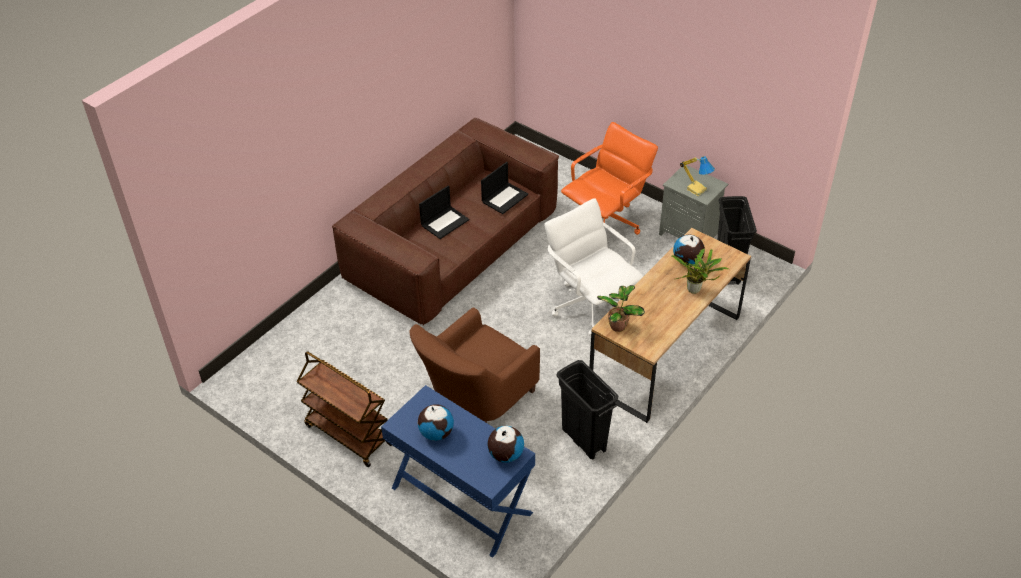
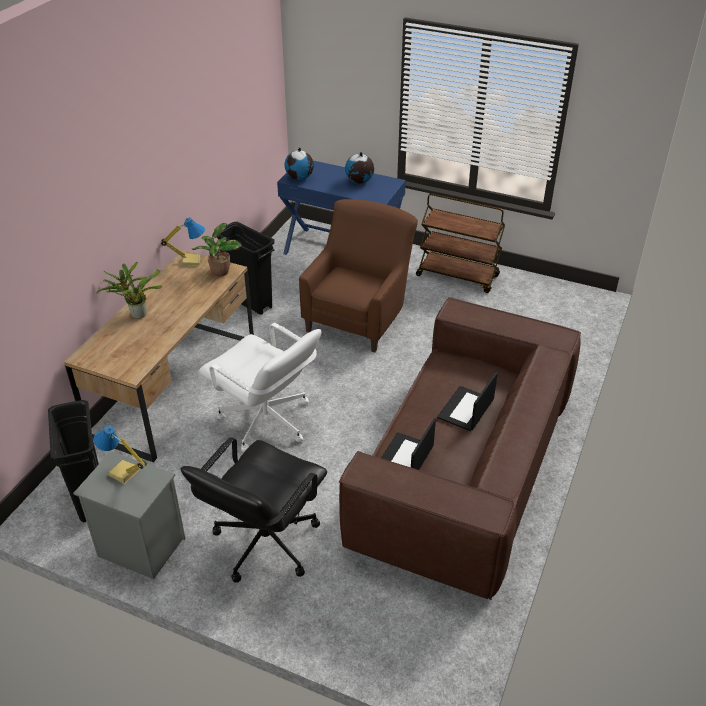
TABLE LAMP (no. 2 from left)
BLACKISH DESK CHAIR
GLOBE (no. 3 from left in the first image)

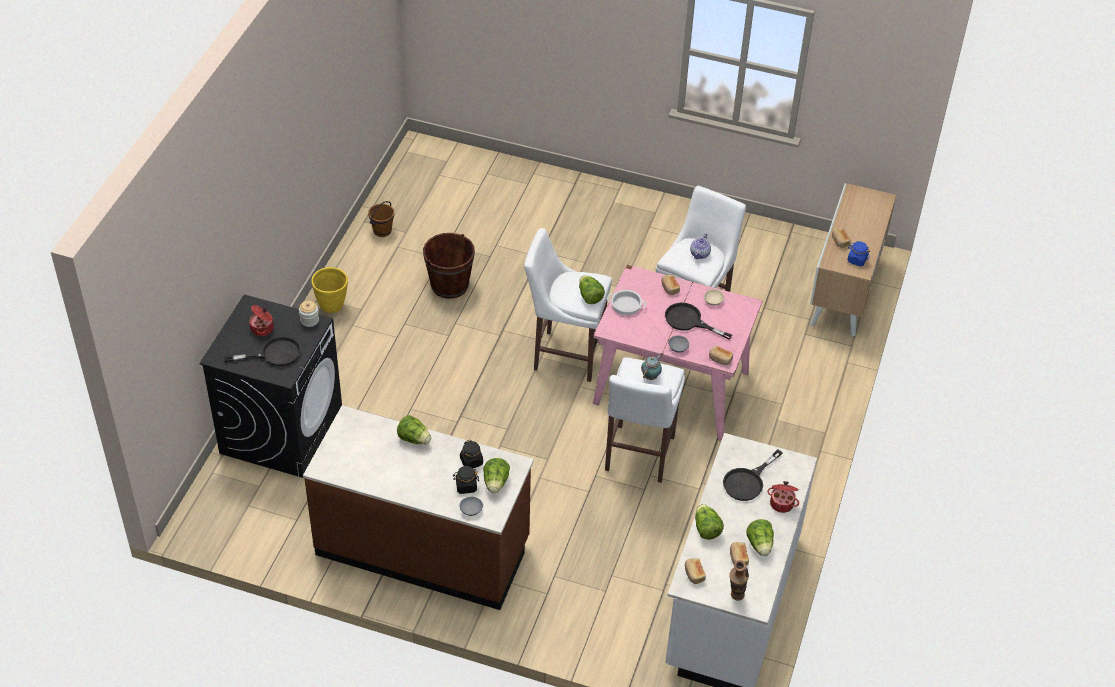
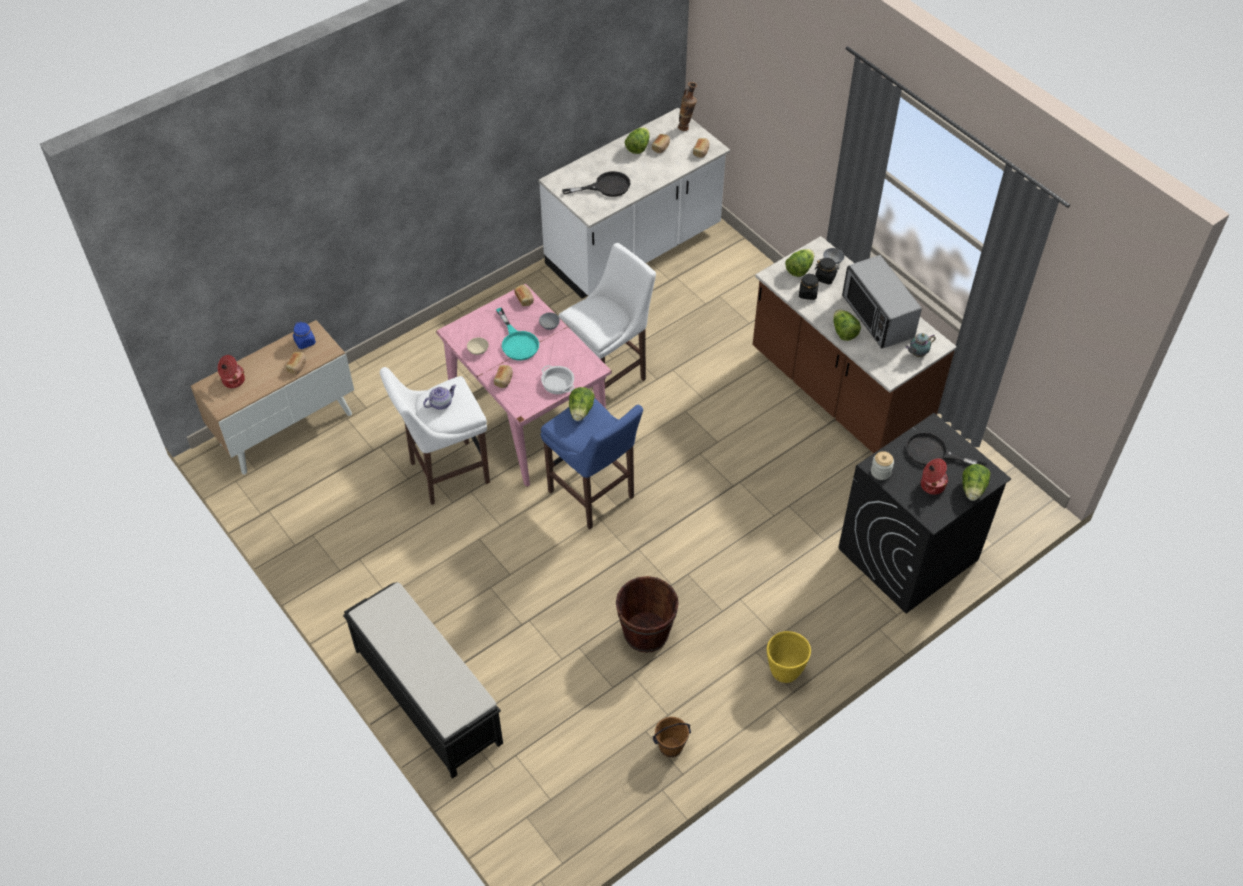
STOCKPOT (no. 1 from left)
BLACKISH BENCH
BLUE-GREEN FRYING PAN
BLUISH STOOL
MICROWAVE OVEN
TEAPOT (no. 2 from left)
LETTUCE (no. 5 from left)

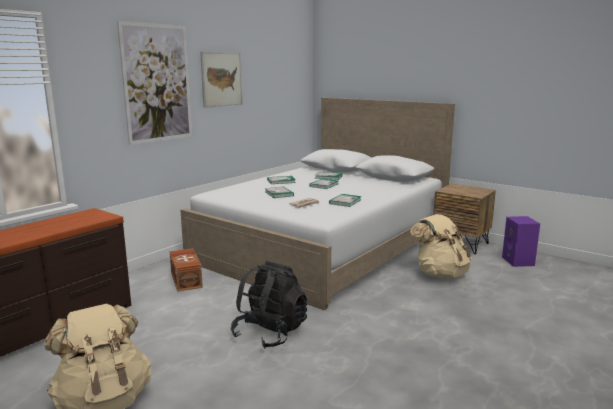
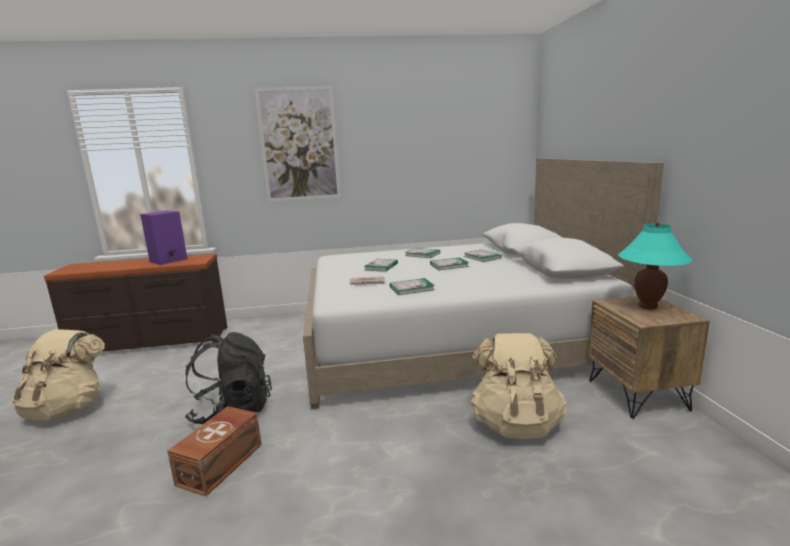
PURPLISH LOUDSPEAKER
BROWN-COLOURED STORAGE CONTAINER
BLUE-GREEN TABLE LAMP
WALL ART (no. 2 from left in the first image)

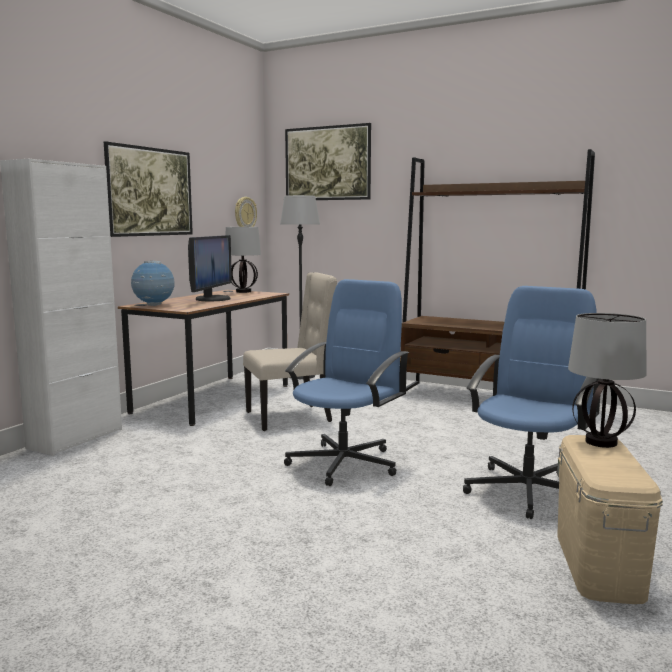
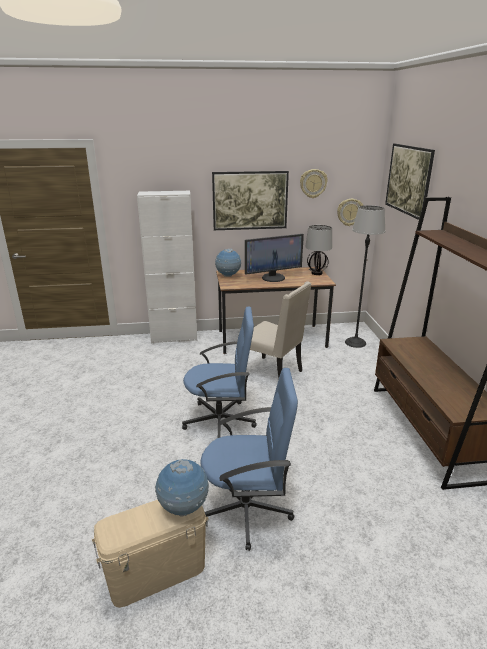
GLOBE (no. 1 from left)
WALL CLOCK (no. 1 from left)

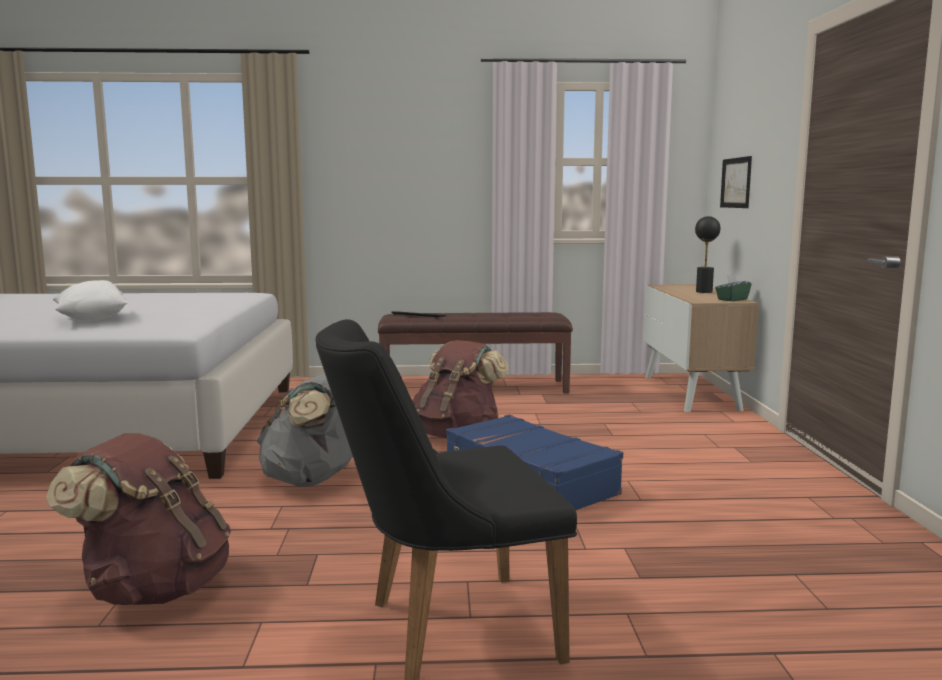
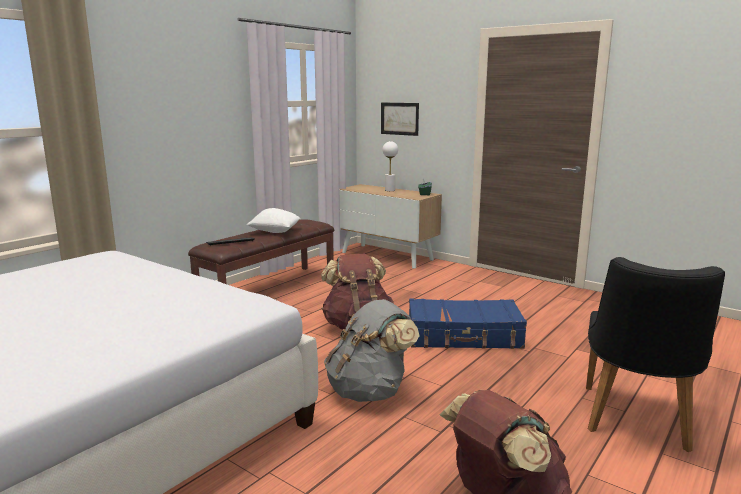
WHITISH CUSHION
WHITISH TABLE LAMP

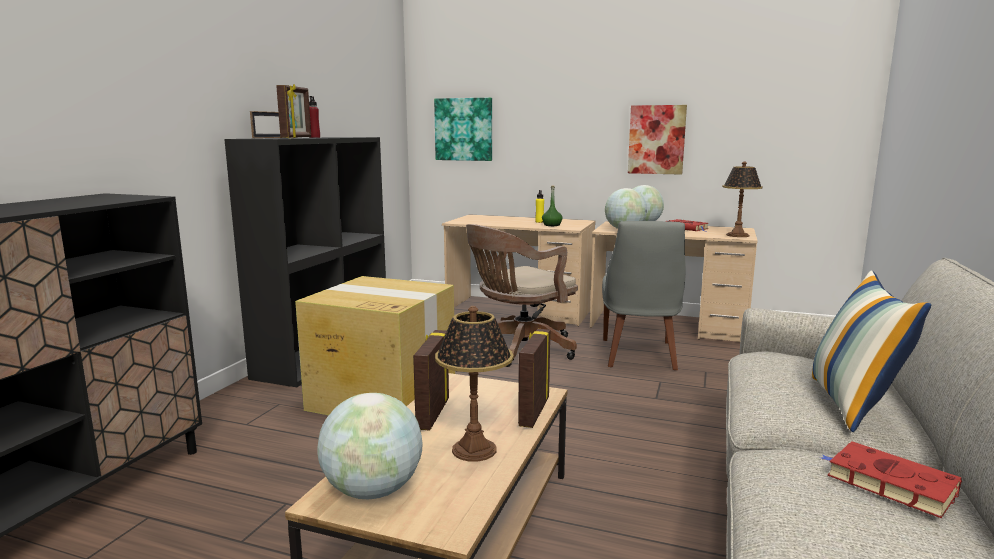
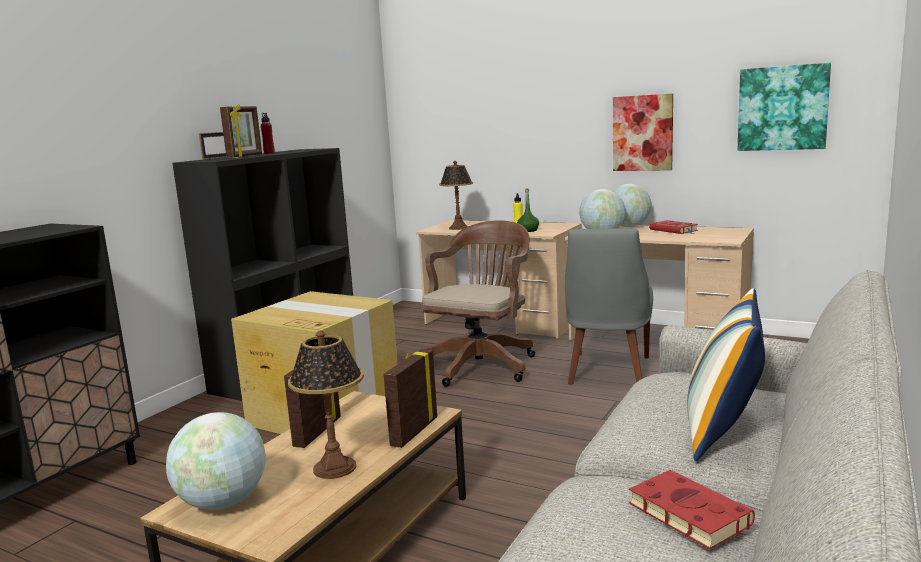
BROWN-COLOURED DESK CHAIR
TABLE LAMP (no. 2 from left)
WALL ART (no. 2 from left)

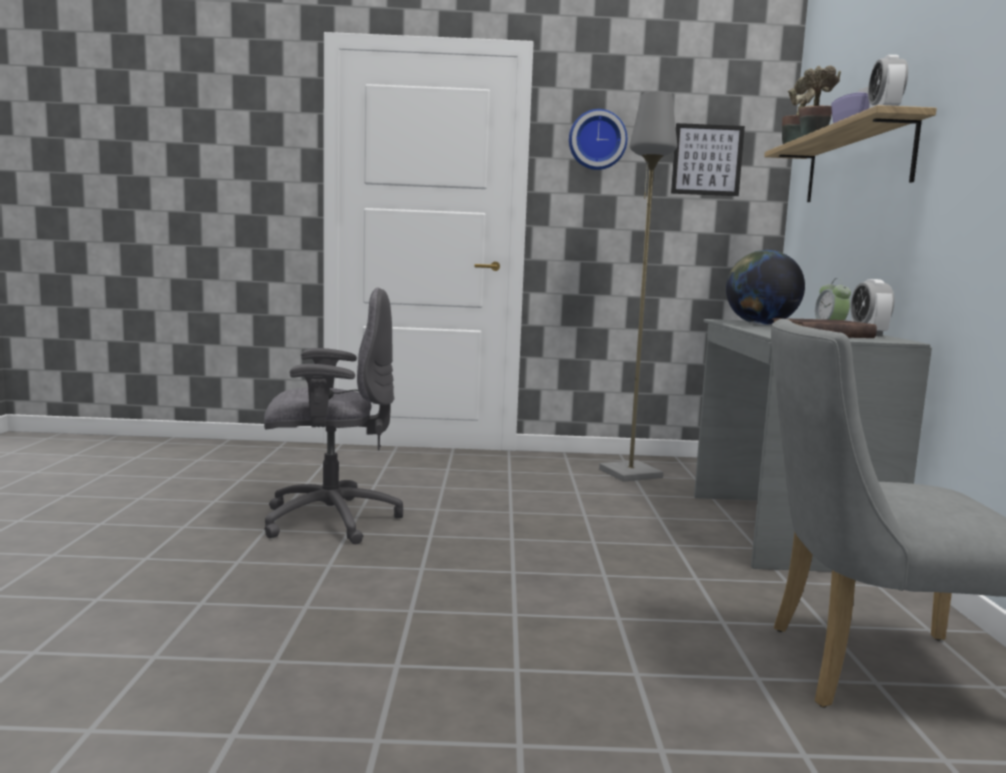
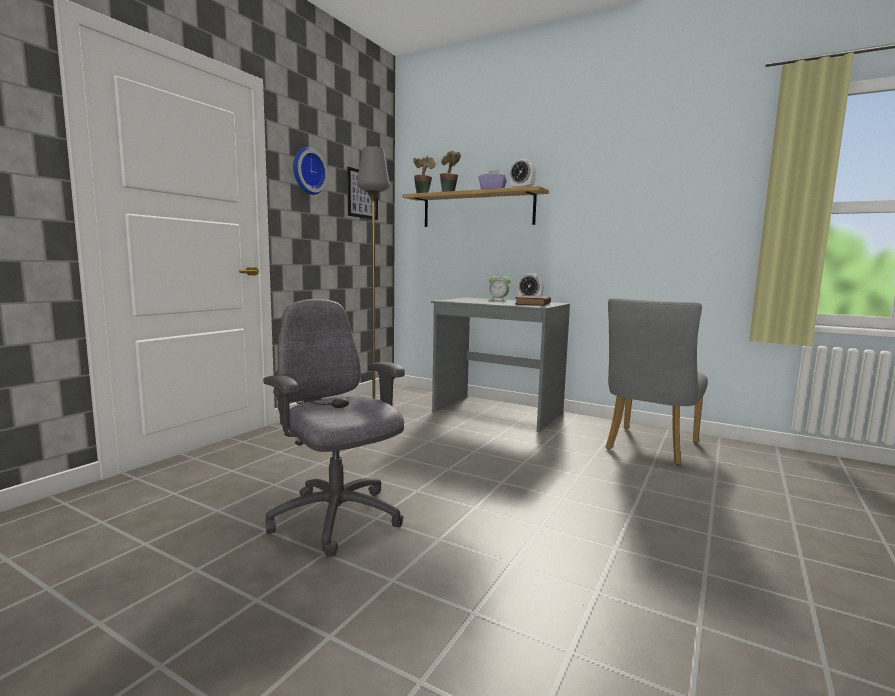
GREYISH DESK CHAIR
GLOBE

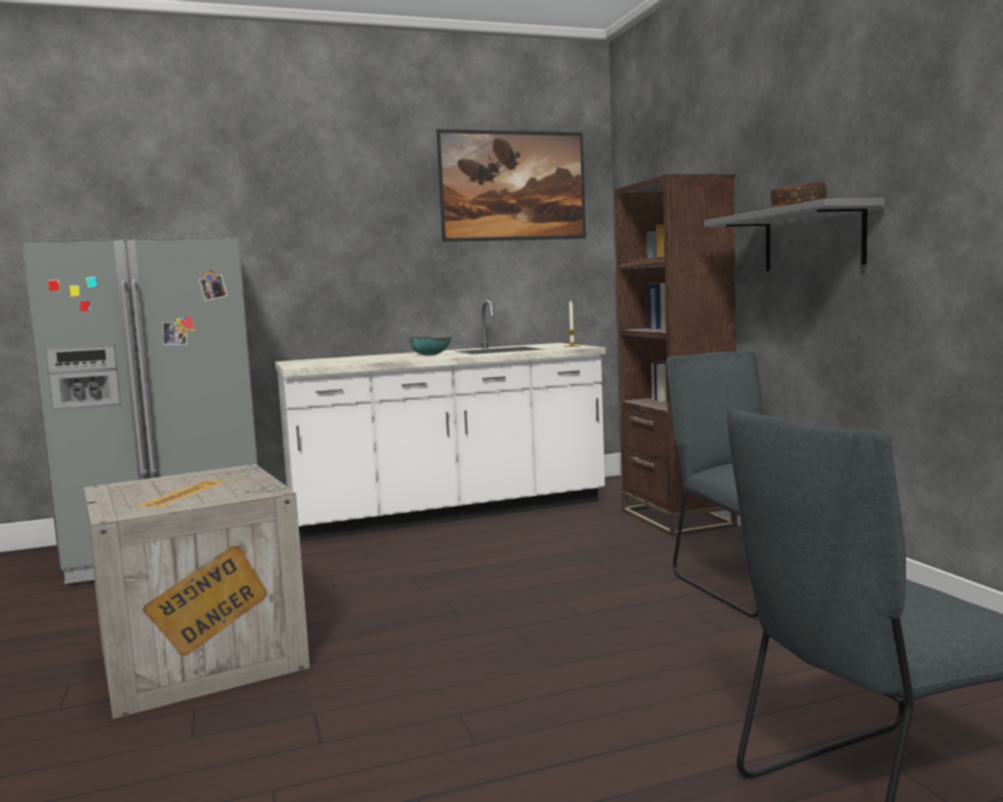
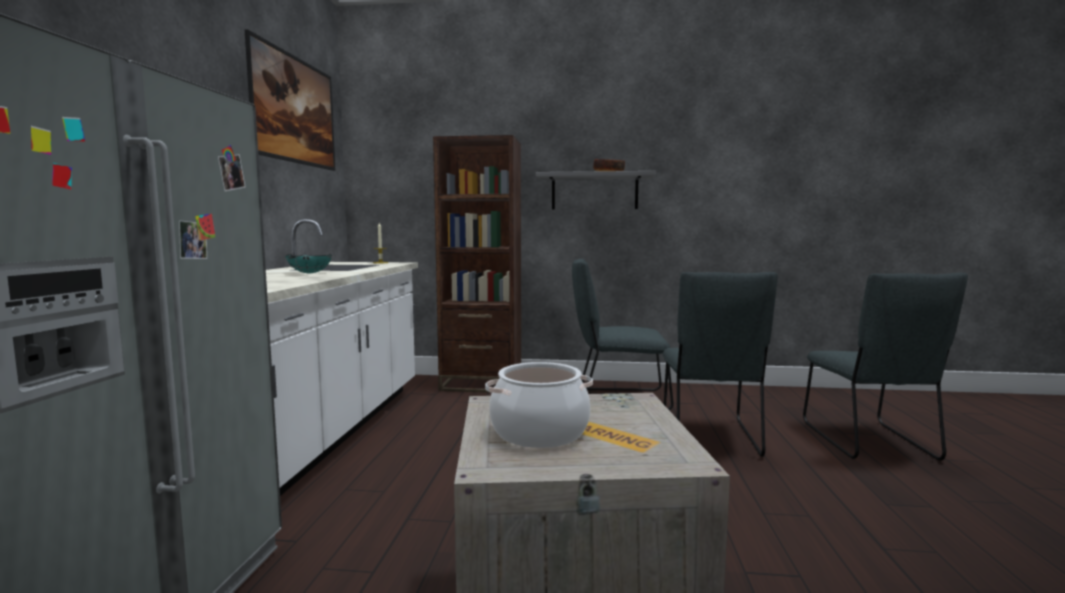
STOCKPOT
GREYISH PLAIN CHAIR (no. 2 from left)

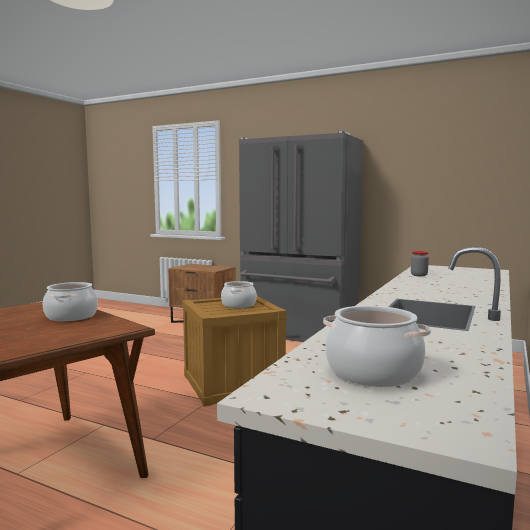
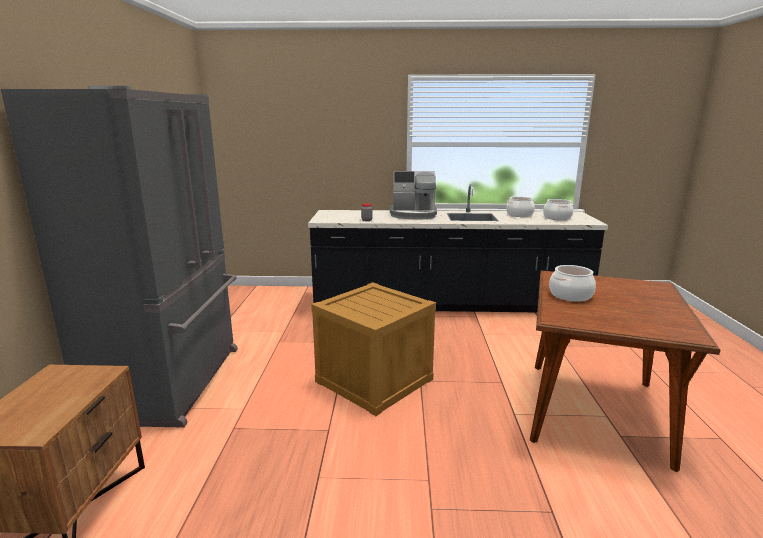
COFFEE BREWER
STOCKPOT (no. 1 from left)

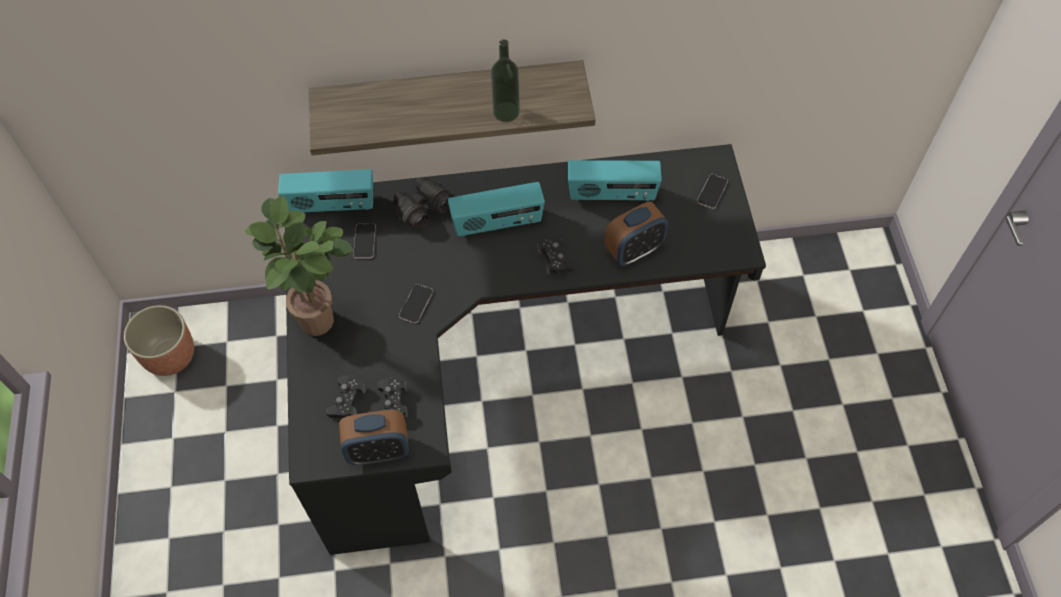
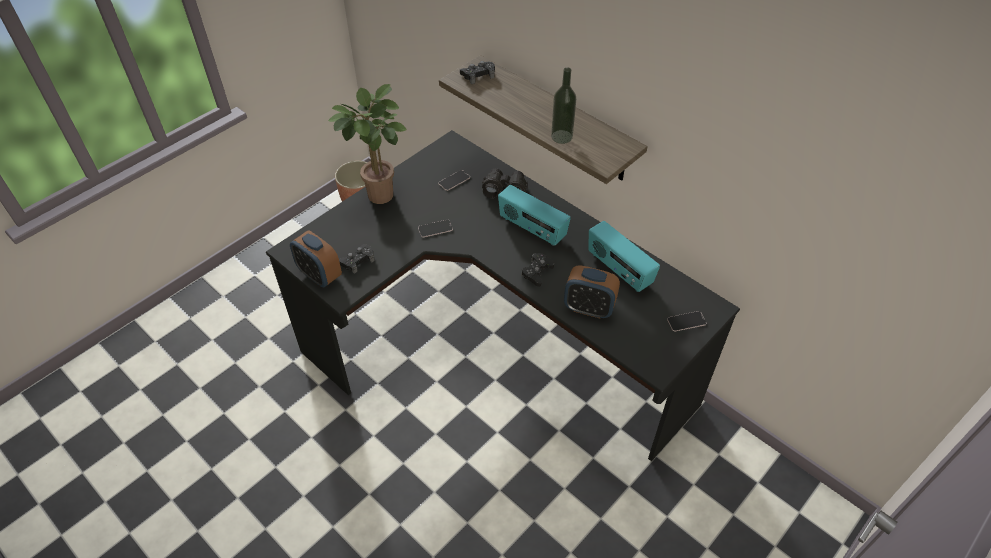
BLACKISH JOYPAD (no. 2 from left)
RADIO RECEIVER (no. 1 from left in the first image)

